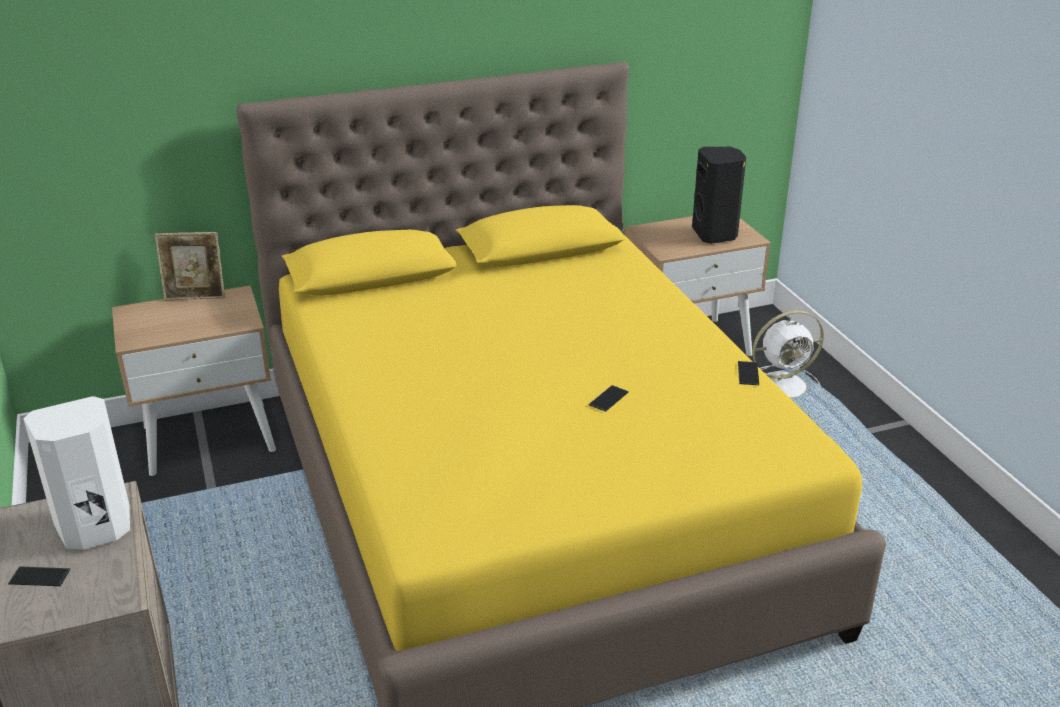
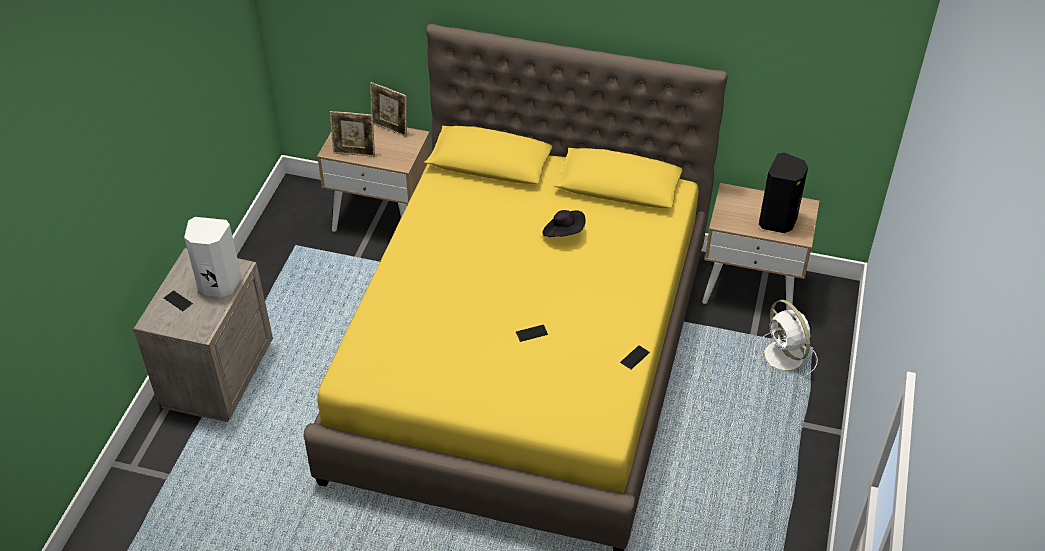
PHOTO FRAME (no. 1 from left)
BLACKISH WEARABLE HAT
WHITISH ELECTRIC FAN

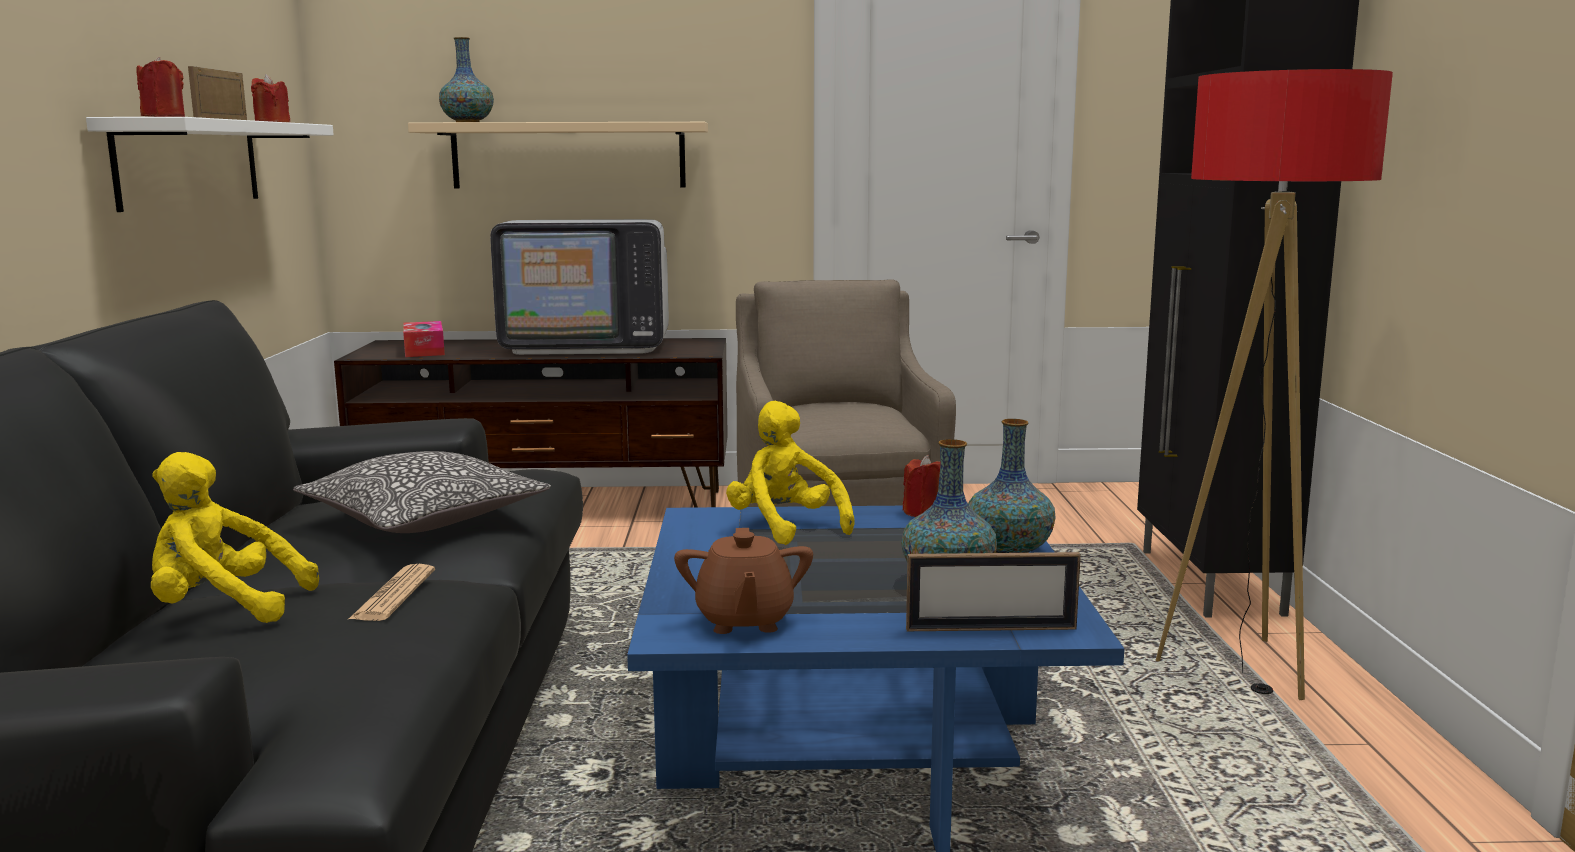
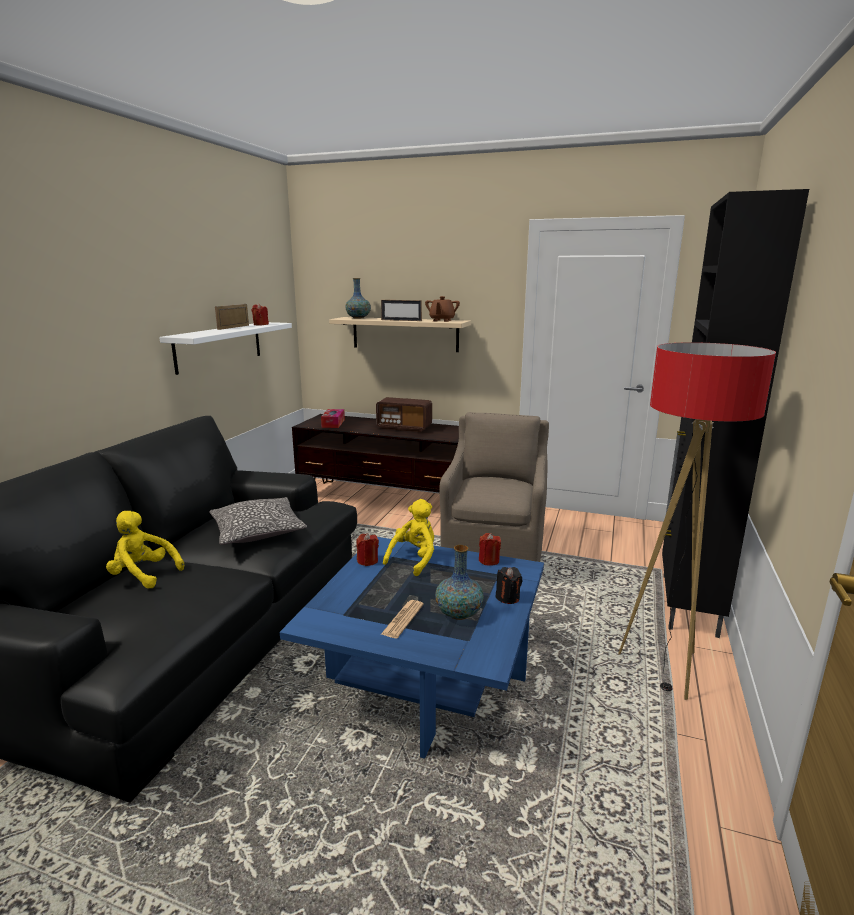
REDDISH WAX CANDLE (no. 2 from left)
RADIO RECEIVER
PHOTO FRAME (no. 2 from left)
PRINTED PAPER
YELLOW-COLOURED CUDDLY TOY (no. 2 from left)
BROWN-COLOURED TEAPOT
BLACKISH WAX CANDLE

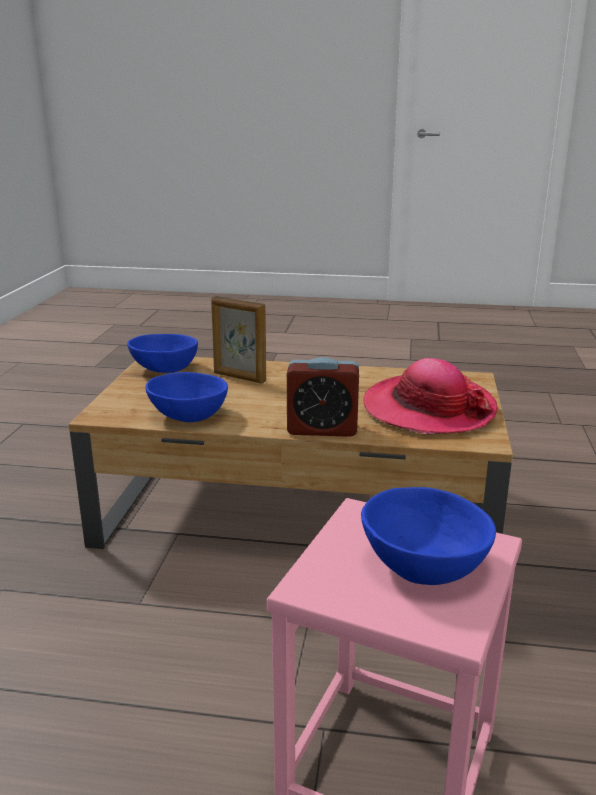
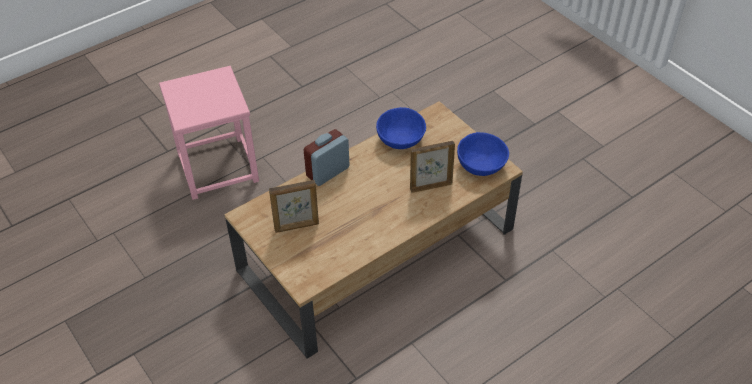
PHOTO FRAME (no. 1 from left)
BLUISH SERVING BOWL (no. 3 from left in the first image)

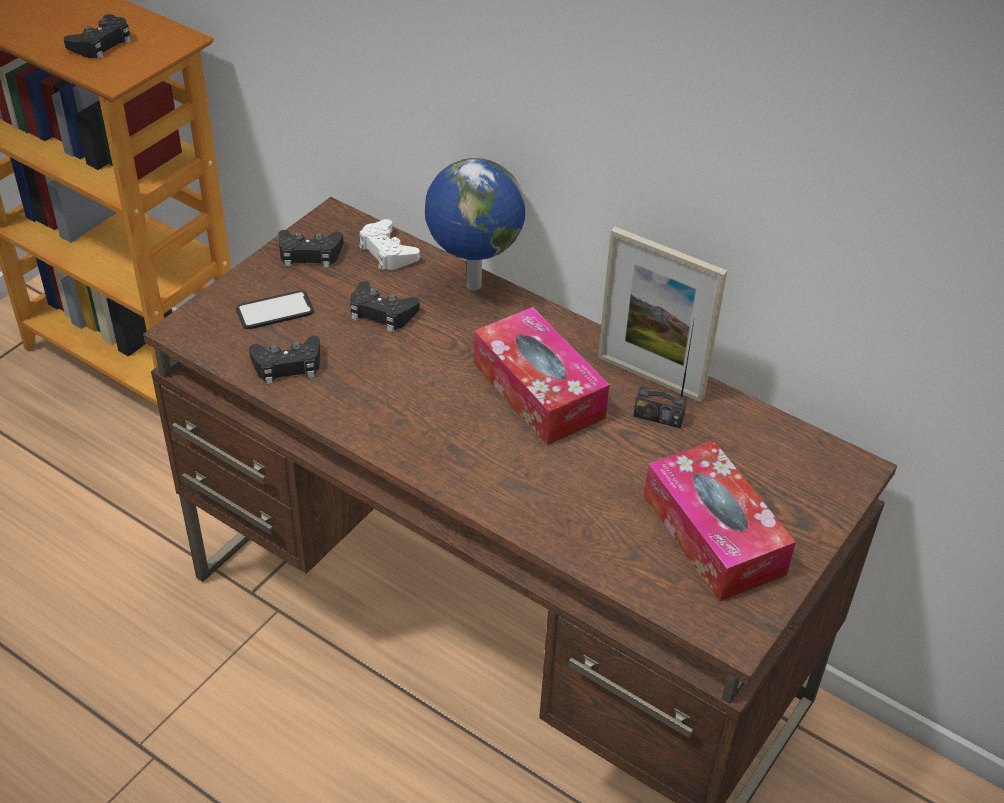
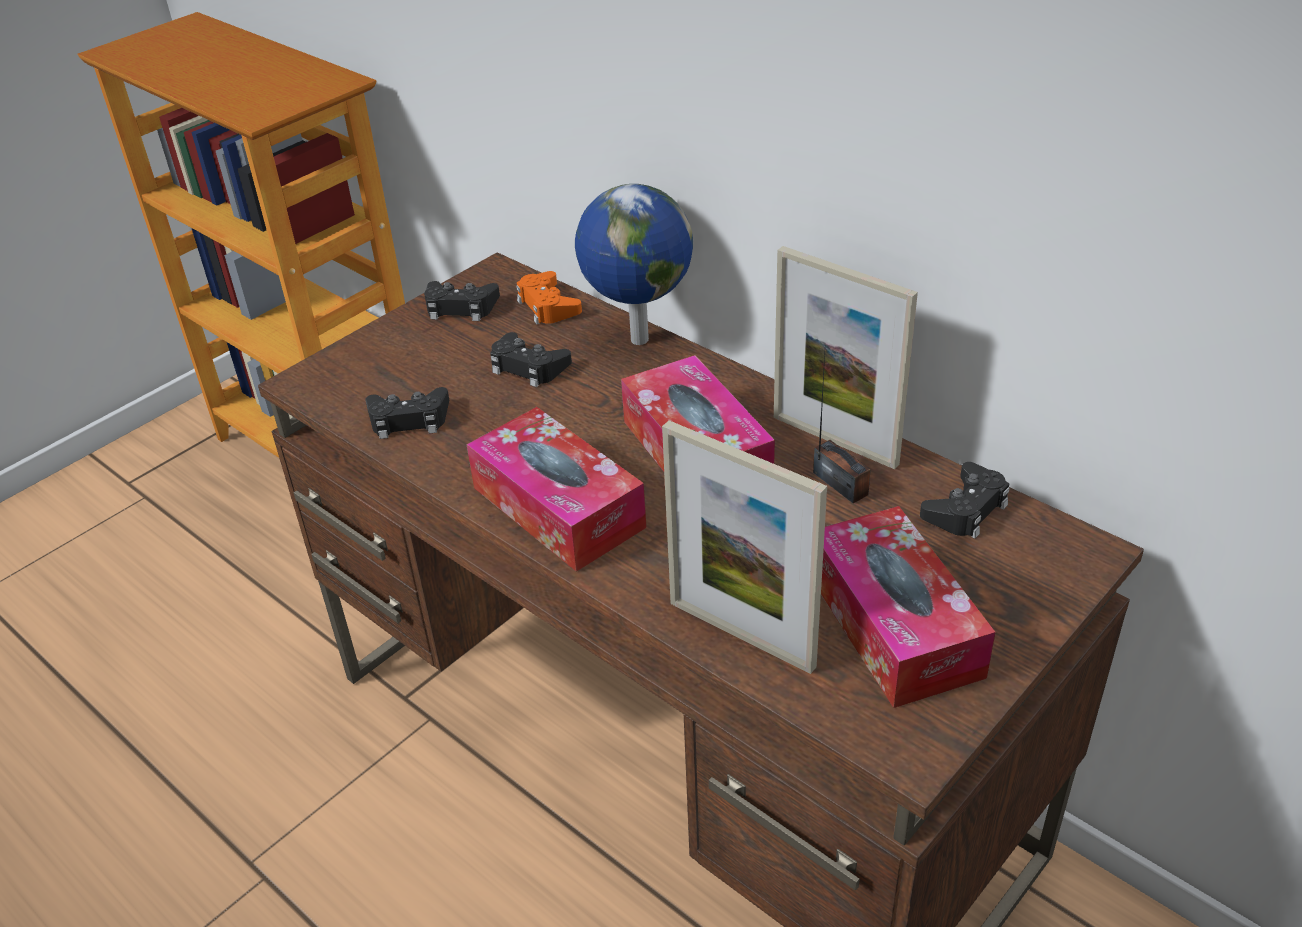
BOX OF TISSUES (no. 1 from left)
ORANGEY JOYPAD
PHOTO FRAME (no. 1 from left)
RADIO RECEIVER
BLACKISH JOYPAD (no. 4 from left)
HANDSET

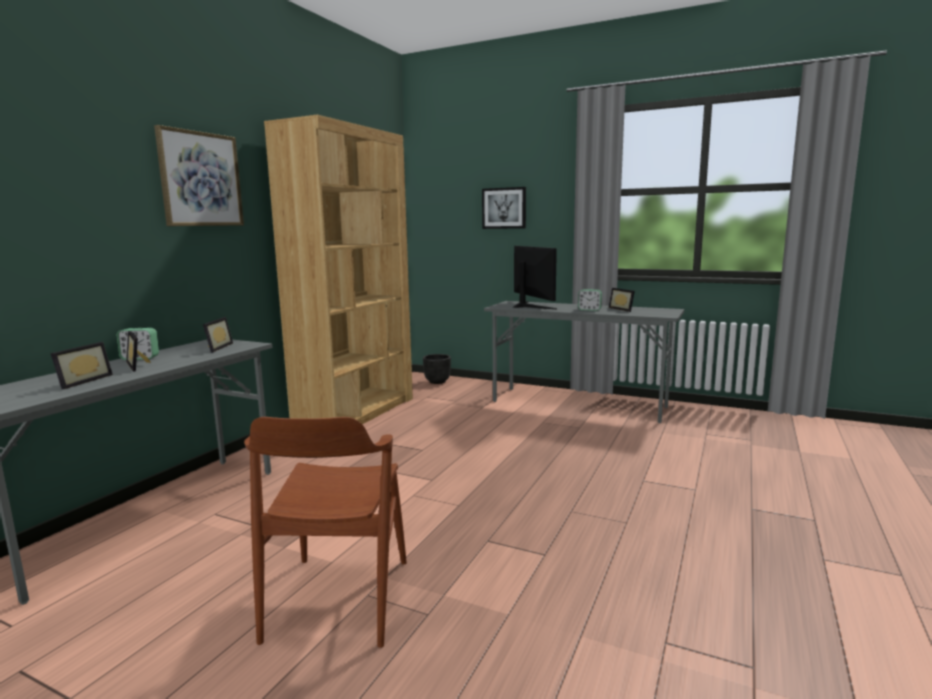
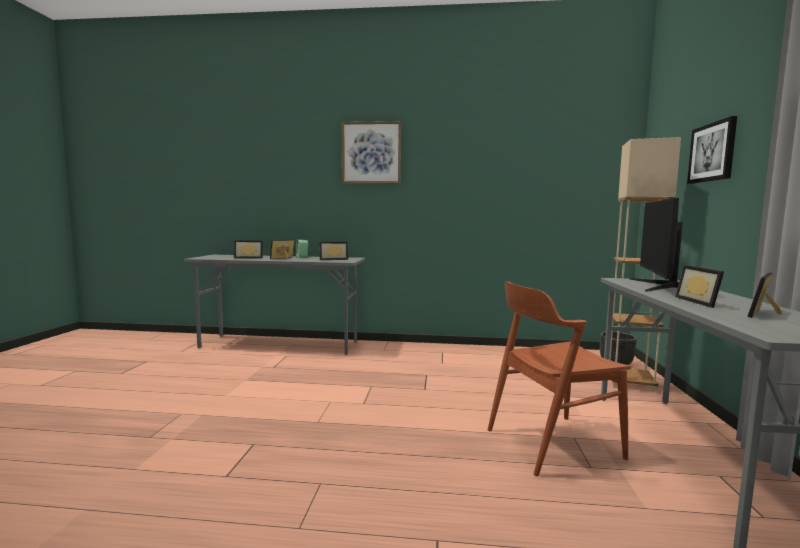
BROWN-COLOURED PLAIN CHAIR
BEIGE-COLOURED FLOOR LAMP
COMPUTER DISPLAY
PHOTO FRAME (no. 4 from left)
BROWN-COLOURED SHELVING UNIT

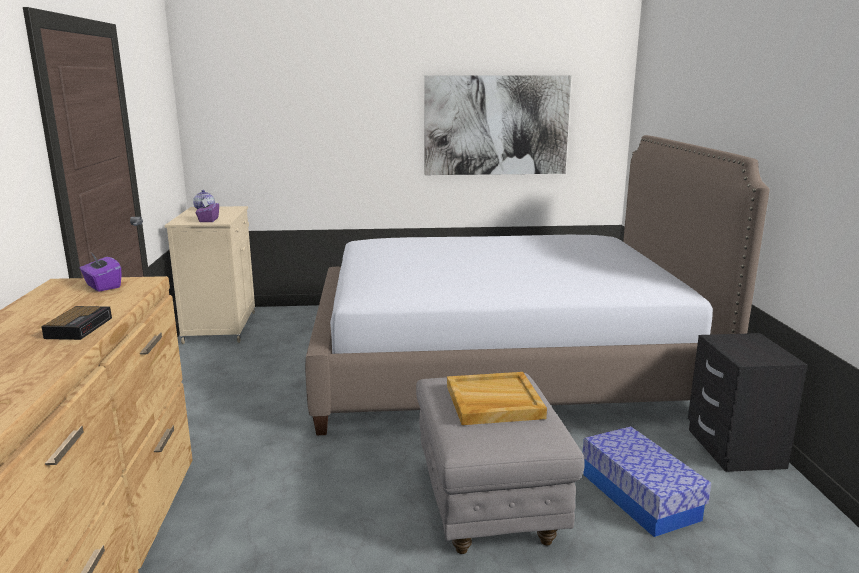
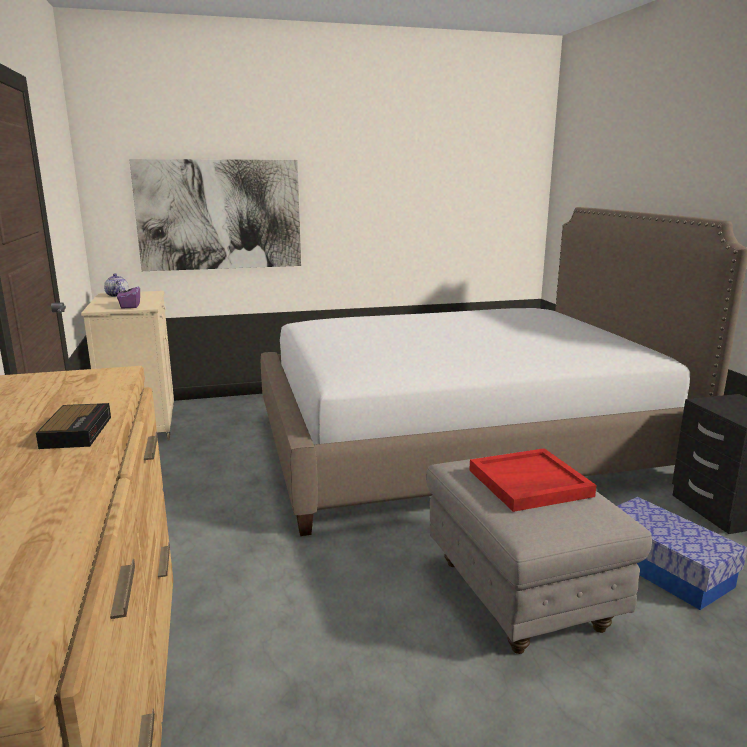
WALL ART
REDDISH CARRYING TRAY
PURPLISH BOX OF TISSUES (no. 1 from left in the first image)

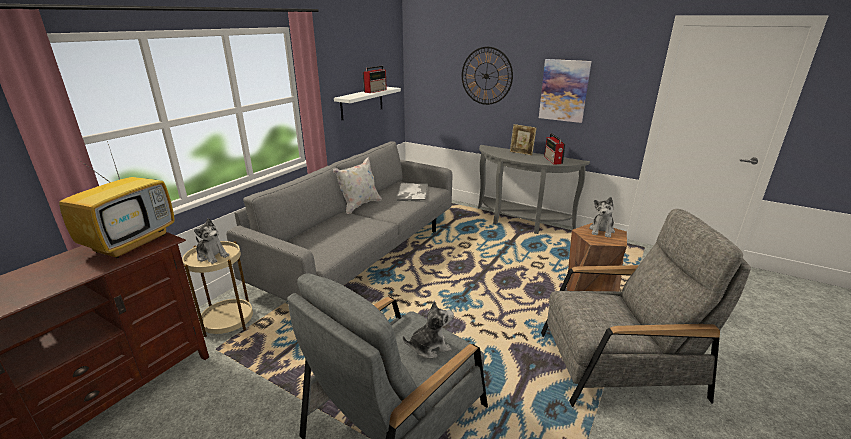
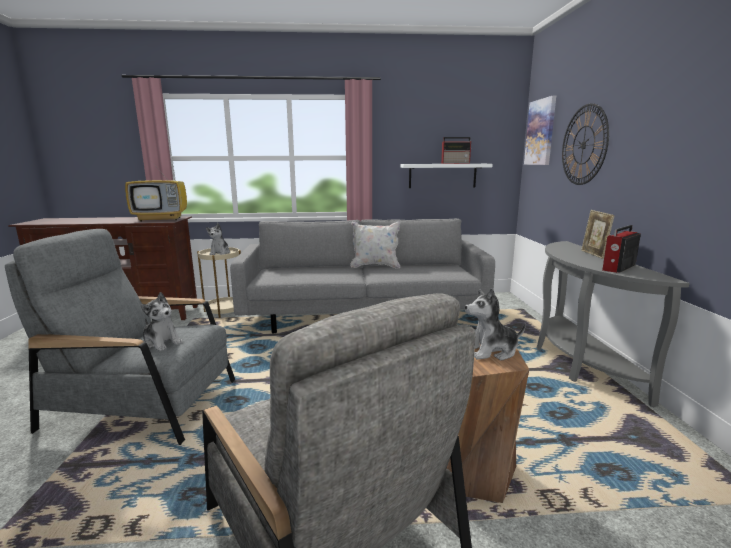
WALL ART
CARRYING TRAY

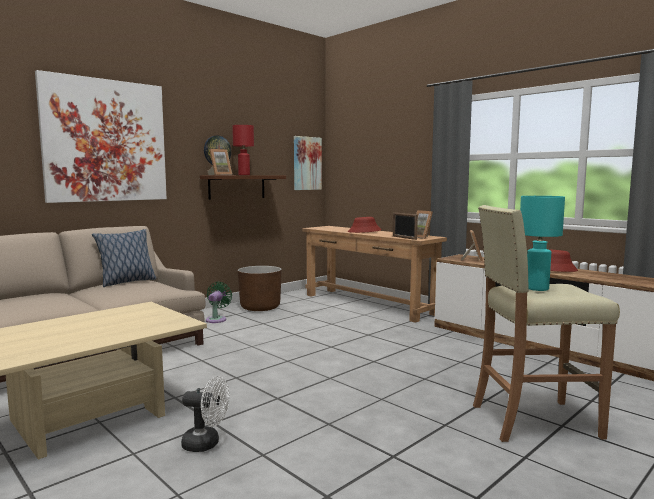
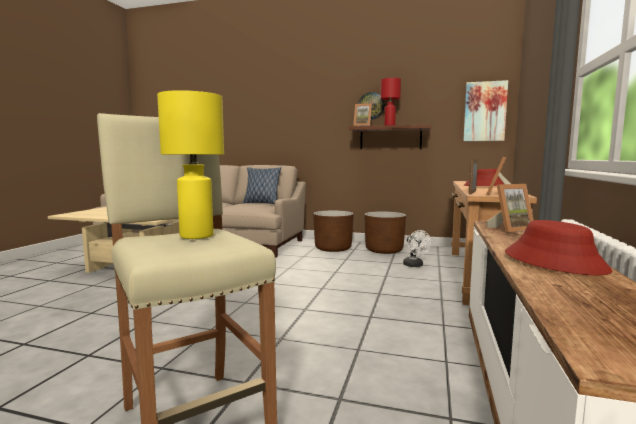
YELLOW-COLOURED TABLE LAMP
BROWN-COLOURED PLANT POT (no. 1 from left)
WHITISH ELECTRIC FAN
WALL ART (no. 1 from left in the first image)

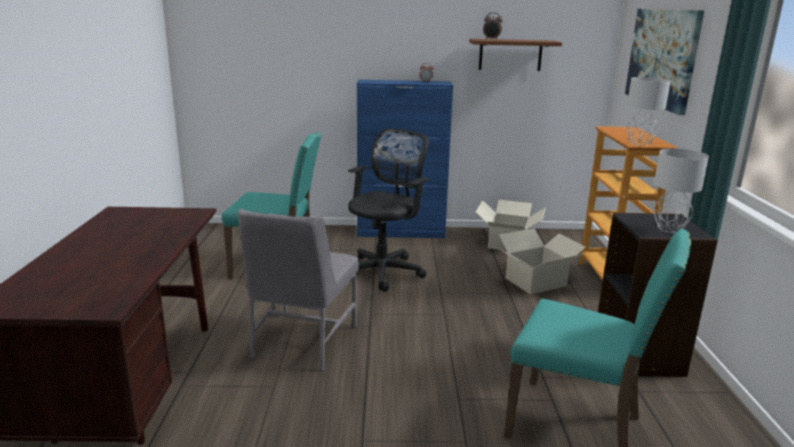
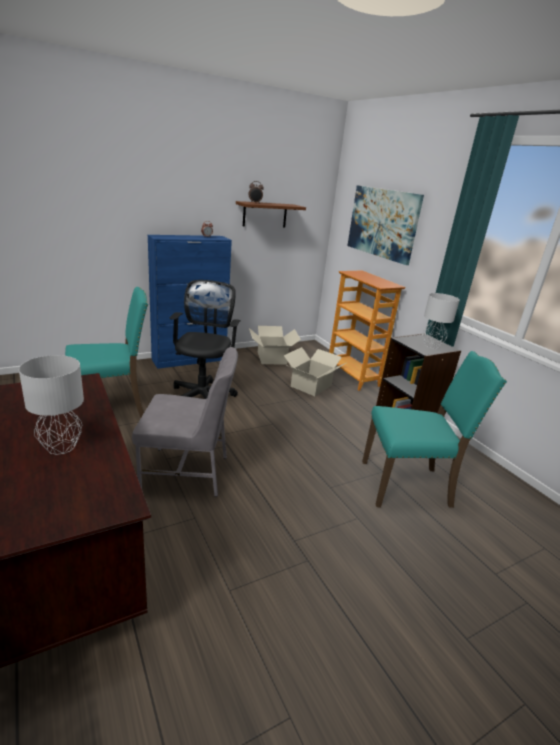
GREYISH TABLE LAMP (no. 1 from left)
GREYISH PLAIN CHAIR

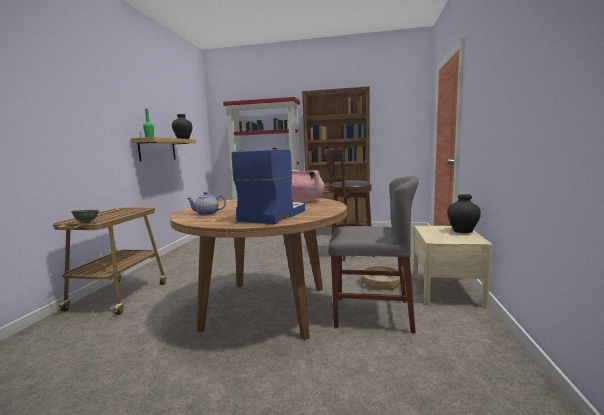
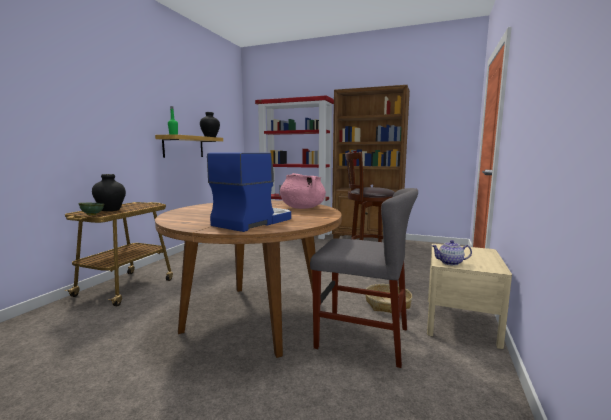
BLACKISH DECORATIVE VASE (no. 1 from left)
TEAPOT

